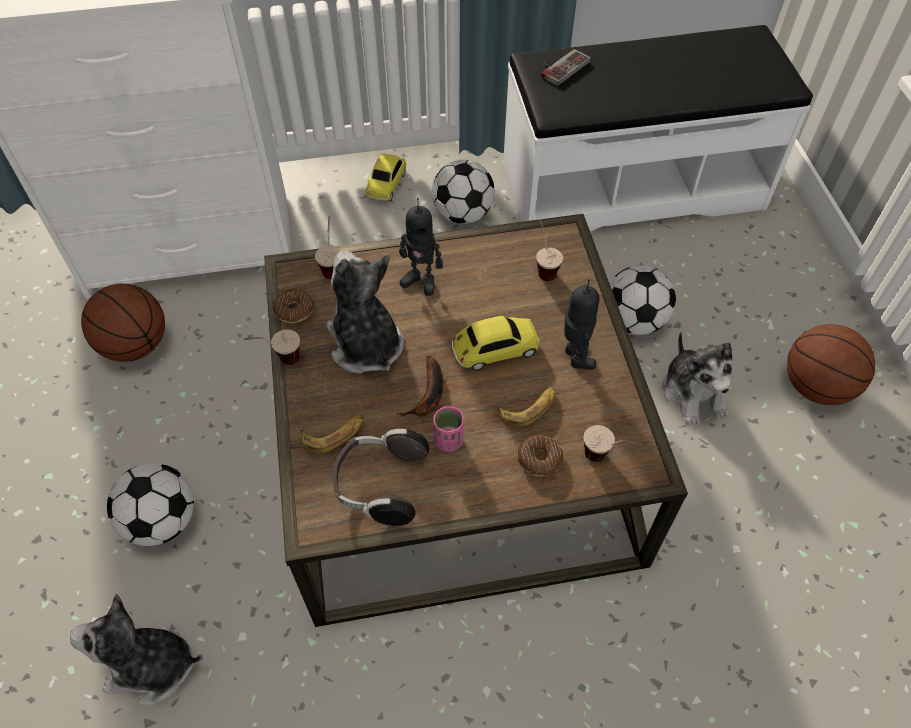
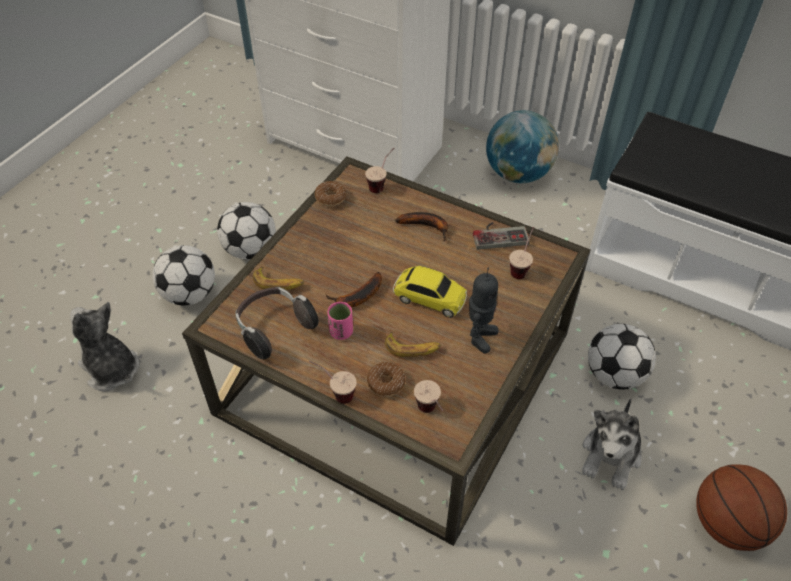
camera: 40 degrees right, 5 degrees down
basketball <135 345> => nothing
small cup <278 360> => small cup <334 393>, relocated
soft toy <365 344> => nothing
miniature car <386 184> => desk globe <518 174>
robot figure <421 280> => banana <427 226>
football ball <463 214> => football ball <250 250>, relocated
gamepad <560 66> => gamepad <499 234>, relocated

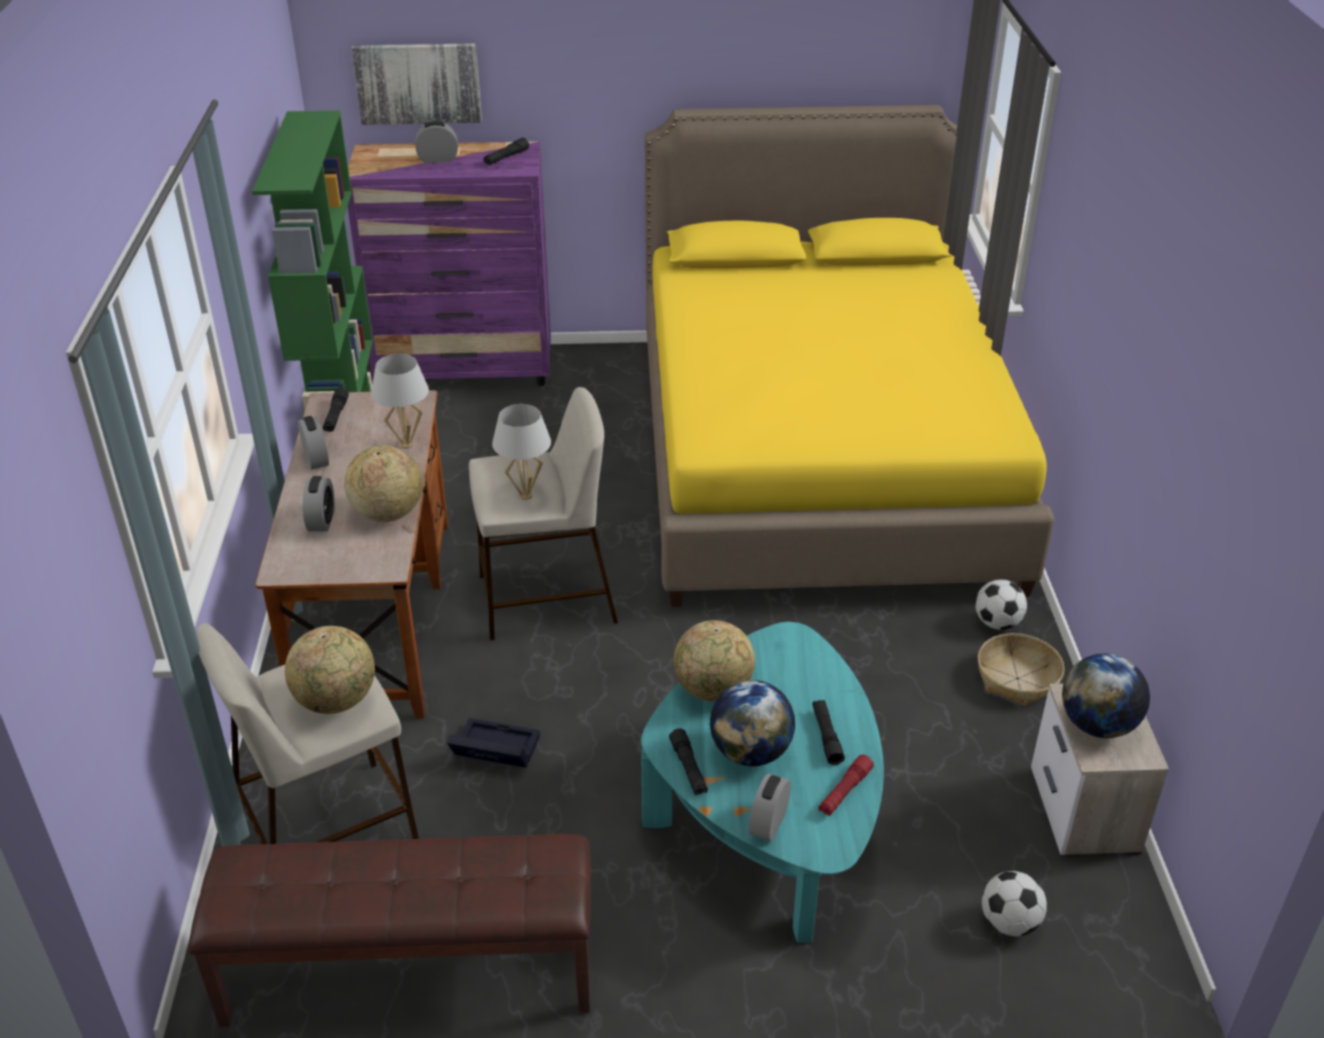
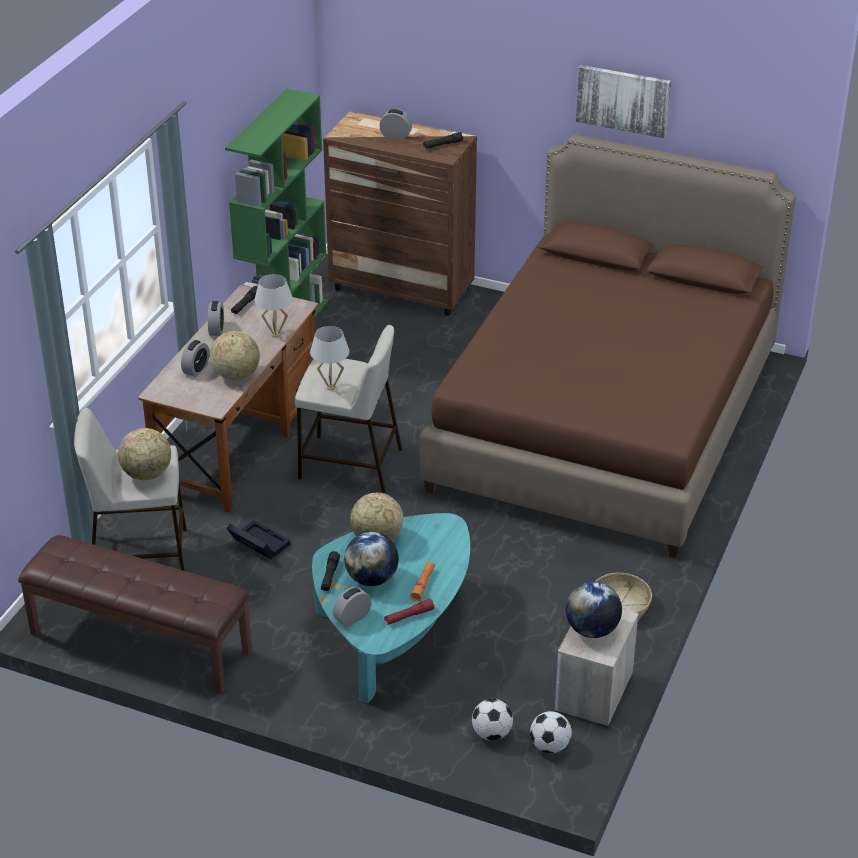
camera: 25 degrees right, 0 degrees up
purplish drawer chest <466 369> => brown drawer chest <402 289>
wall picture <418 83> => wall picture <623 100>, relocated
yellow bedroom bed <817 457> => brown bedroom bed <605 421>
blackish torch <826 736> => orange torch <423 584>
football ball <997 623> => football ball <550 746>, relocated

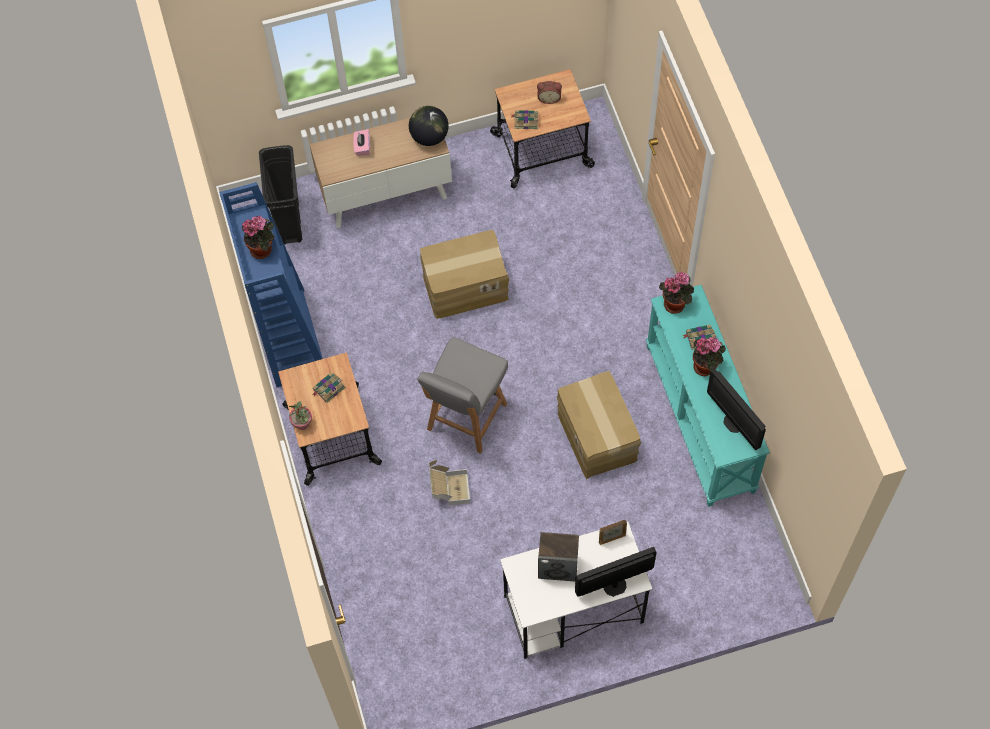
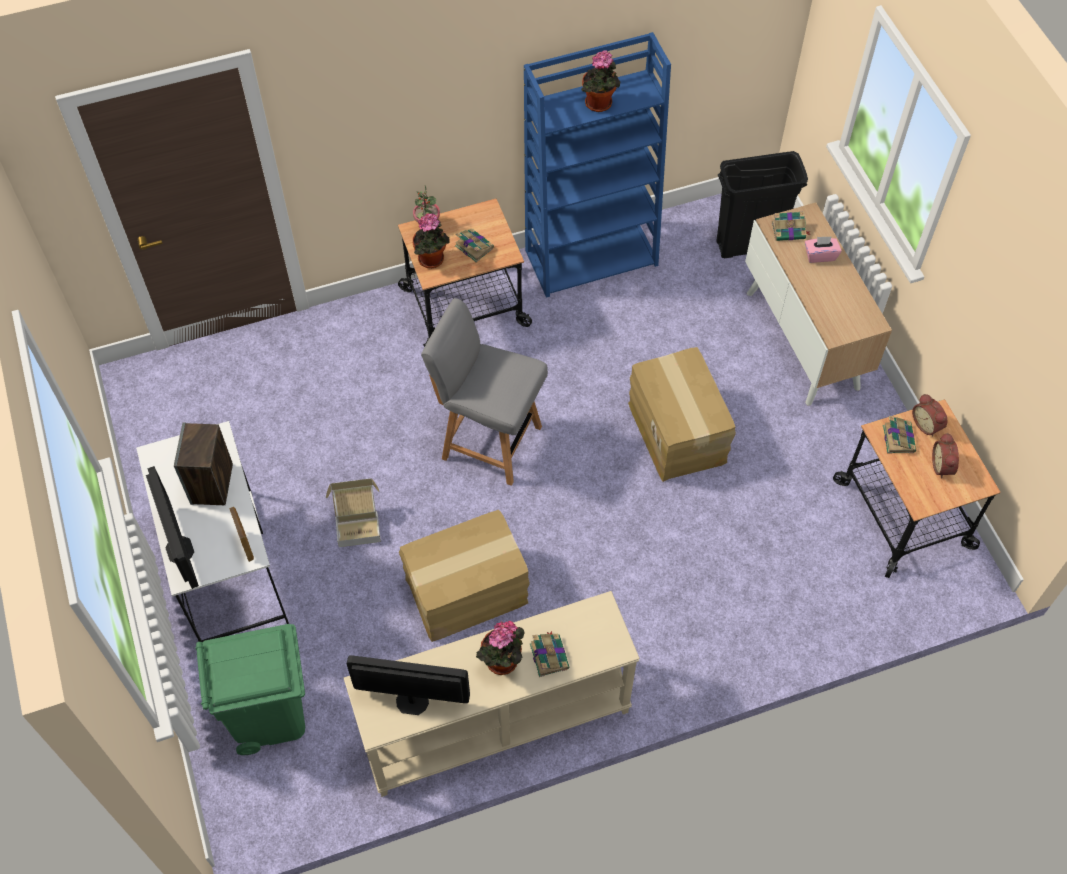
camera: 85 degrees right, 5 degrees down
desk globe <429 137> => nothing
cardboard box <449 490> => cardboard box <357 522>, relocated
turquoise-coloured hall table <701 418> => beige hall table <495 724>
houseplant <676 303> => houseplant <432 260>, relocated
computer screen <734 422> => computer screen <412 701>, 45 degrees clockwise
nothing => greenish rubbish bin <270 714>
nothing => bound book <789 231>
nothing => table clock <927 424>

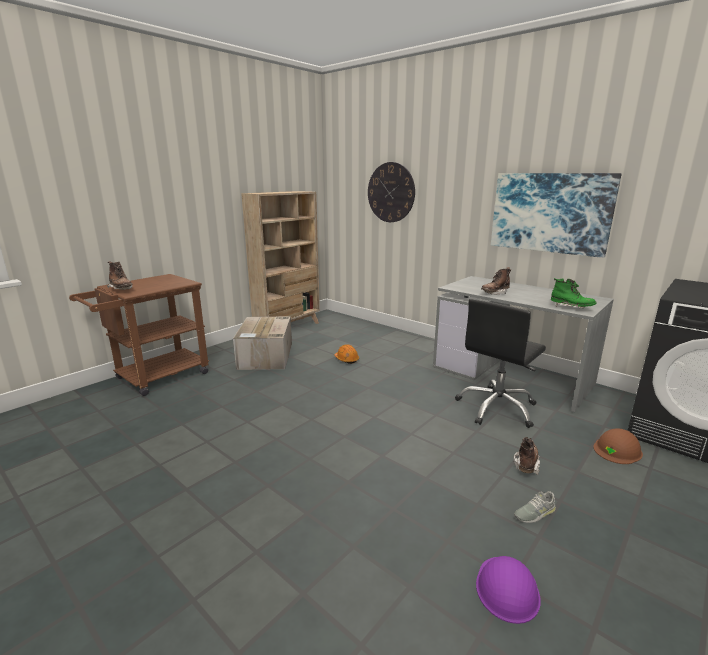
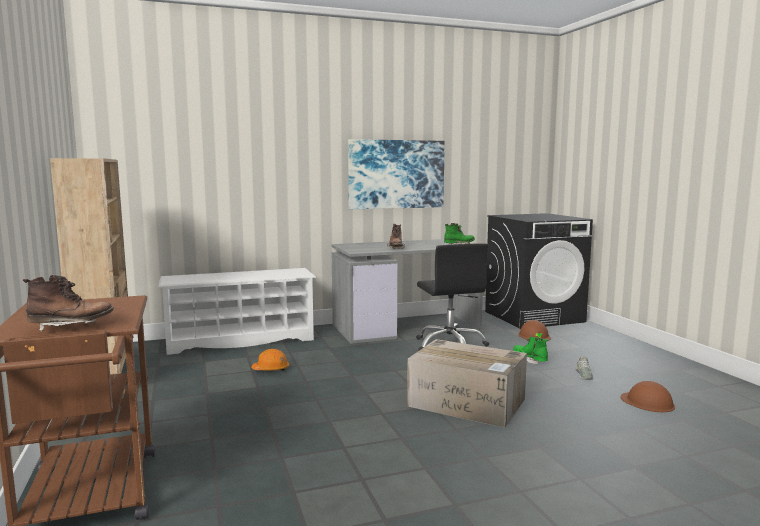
camera: 60 degrees left, 10 degrees down
cardboard box <266 356> => cardboard box <468 403>, relocated
hanging clock <391 192> => nothing
purplish hard hat <507 588> => brown hard hat <647 402>
brown high-top boot <526 463> => greenish high-top boot <530 360>
nothing => white shoe stand <241 340>

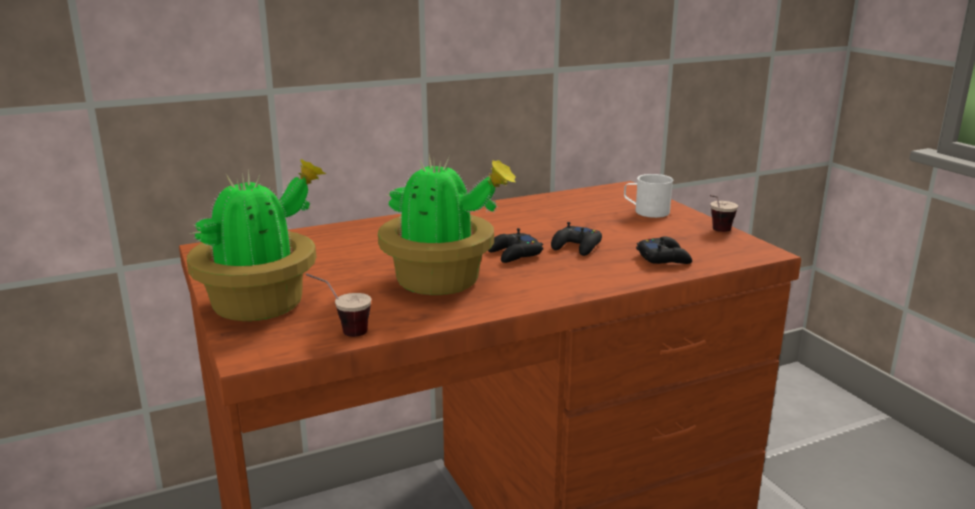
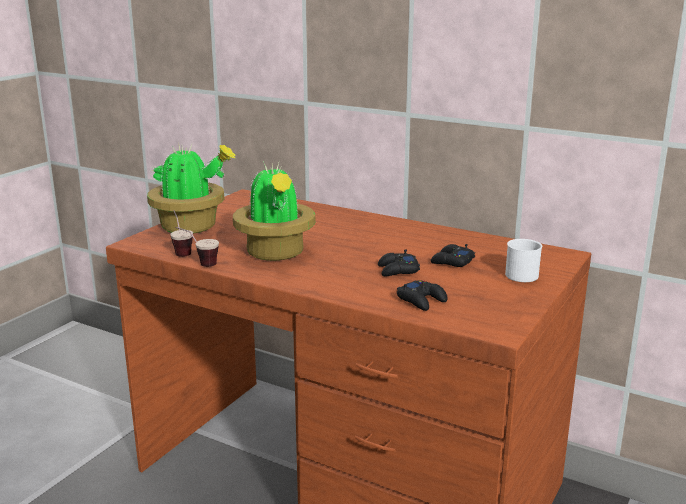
camera: 55 degrees right, 0 degrees up
blackish gamepad <514 254> => blackish gamepad <452 262>, relocated
small cup <716 232> => small cup <199 264>, relocated

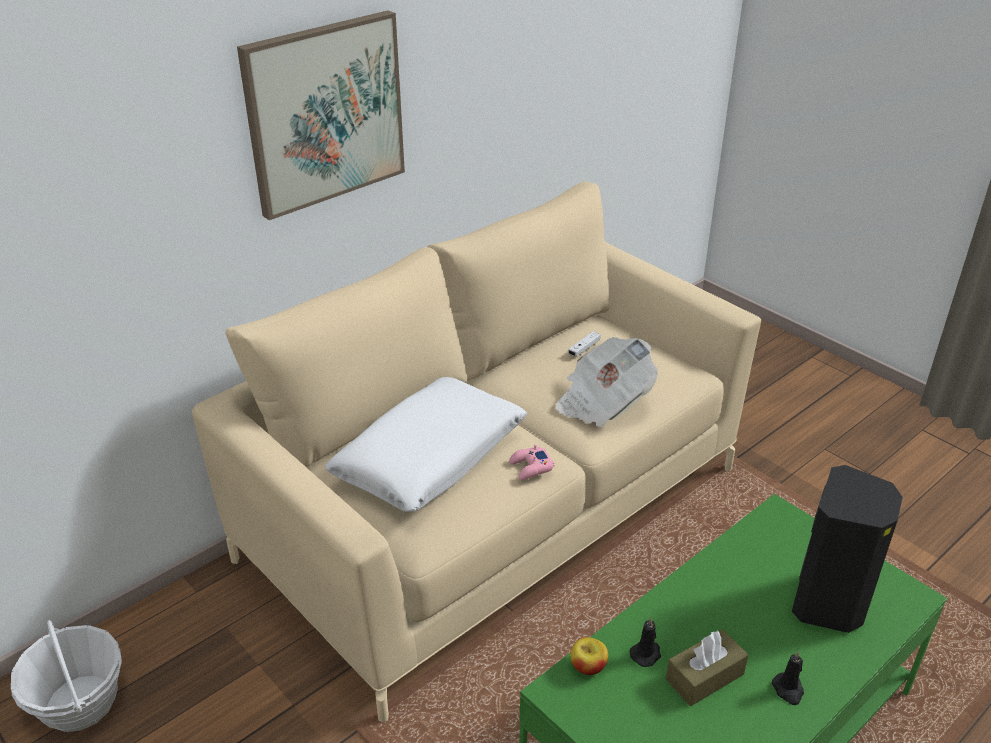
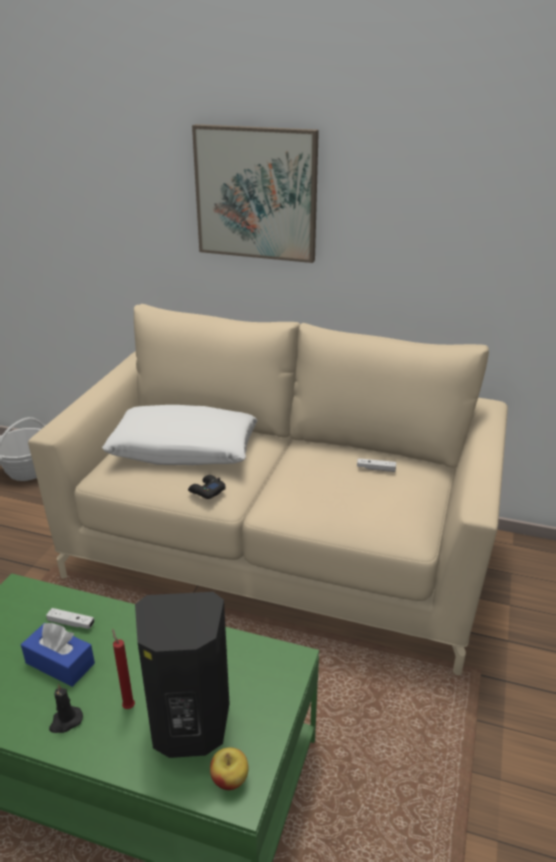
camera: 60 degrees right, 5 degrees down
pink-coloured gamepad <531 467> => blackish gamepad <206 491>
daily paper <603 402> => nothing
apple <588 667> => apple <229 779>, relocated
blackish wax light <646 654> => white gamepad <71 623>
brown tissue holder <704 677> => bluish tissue holder <60 663>
nothing => red wax light <128 705>

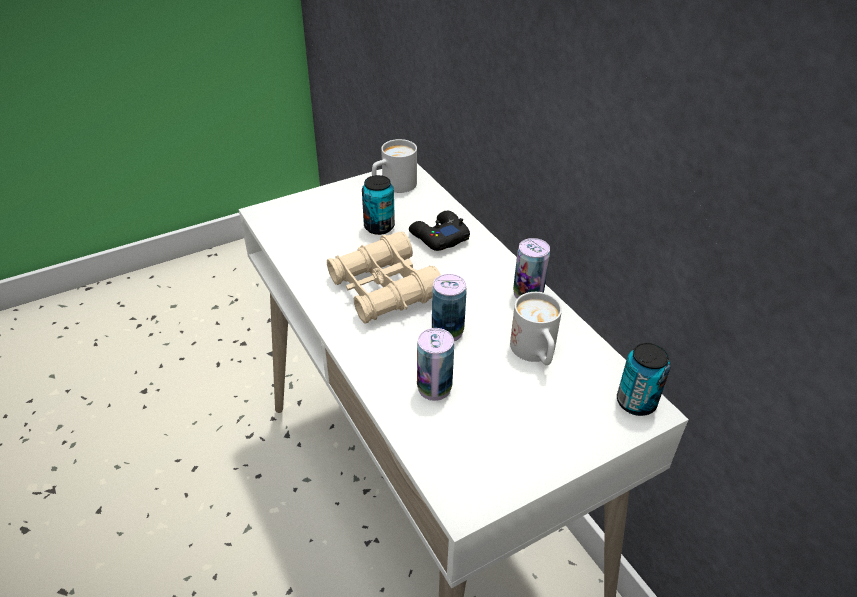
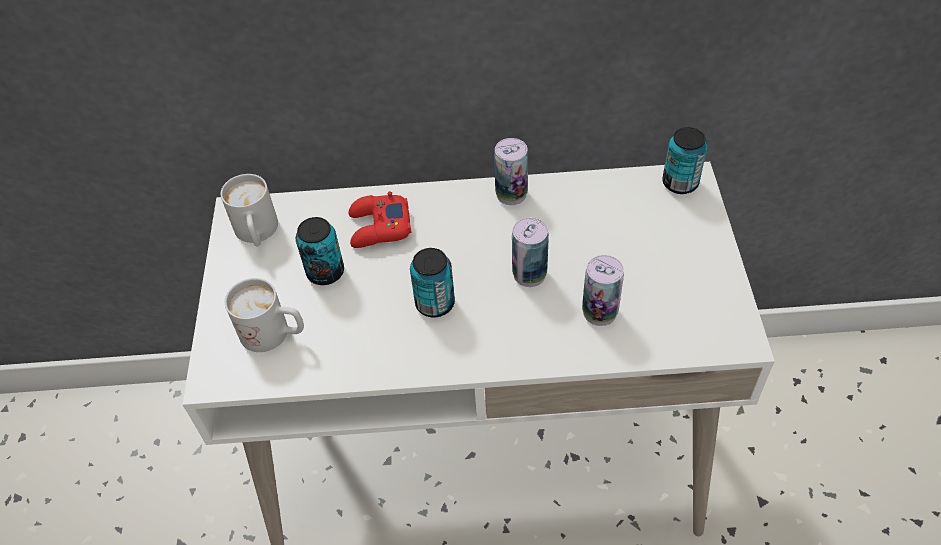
camera: 60 degrees left, 10 degrees up
beige binoculars <383 288> => metal can <435 303>
blackish gamepad <438 236> => red gamepad <379 227>
white coffee mug <535 353> => white coffee mug <274 334>, relocated

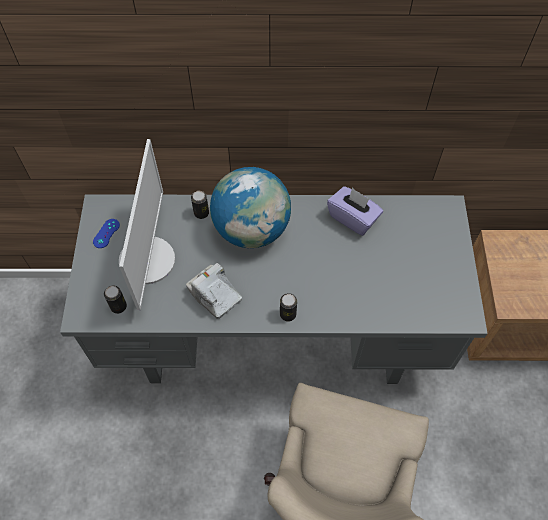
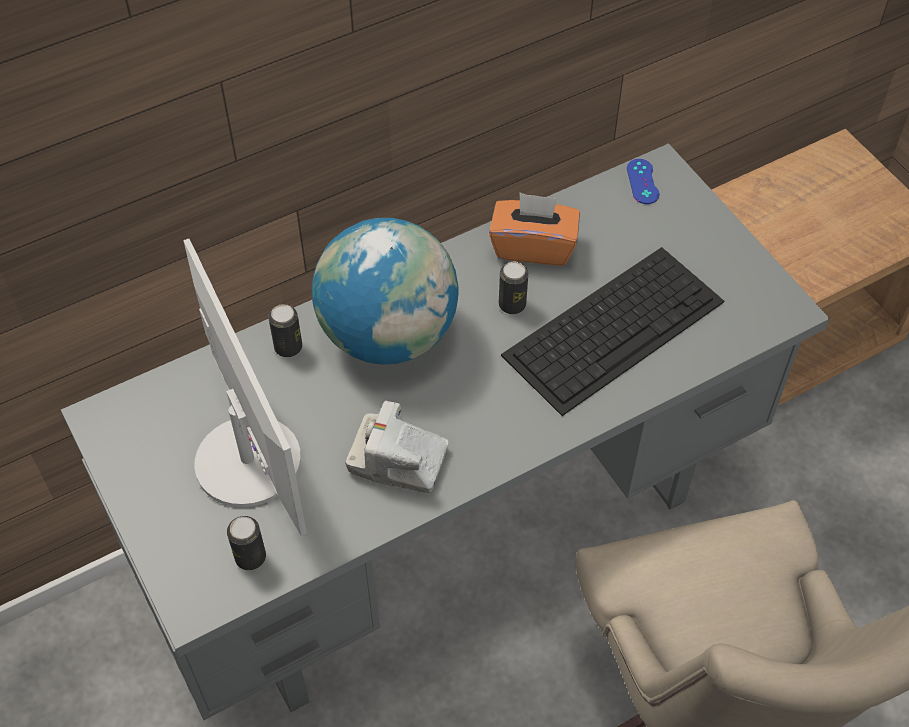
camera: 30 degrees left, 5 degrees down
bluish gamepad <106 233> => bluish gamepad <642 181>, relocated
metal can <288 314> => metal can <512 304>, relocated
purplish tissue holder <353 218> => orange tissue holder <533 246>
nothing => computer keyboard <615 326>

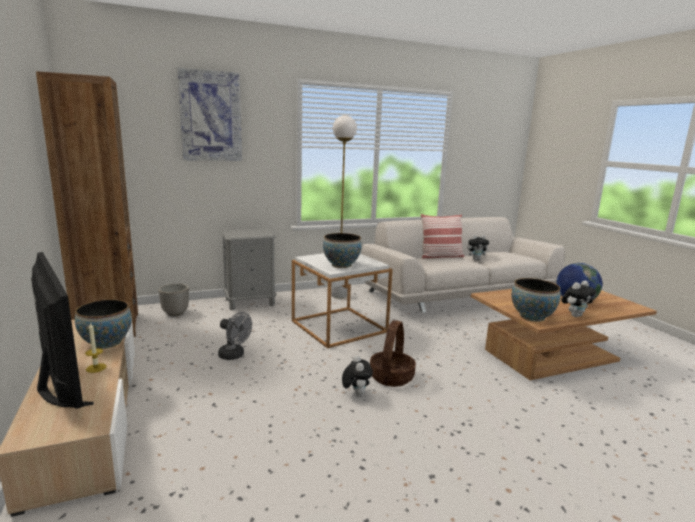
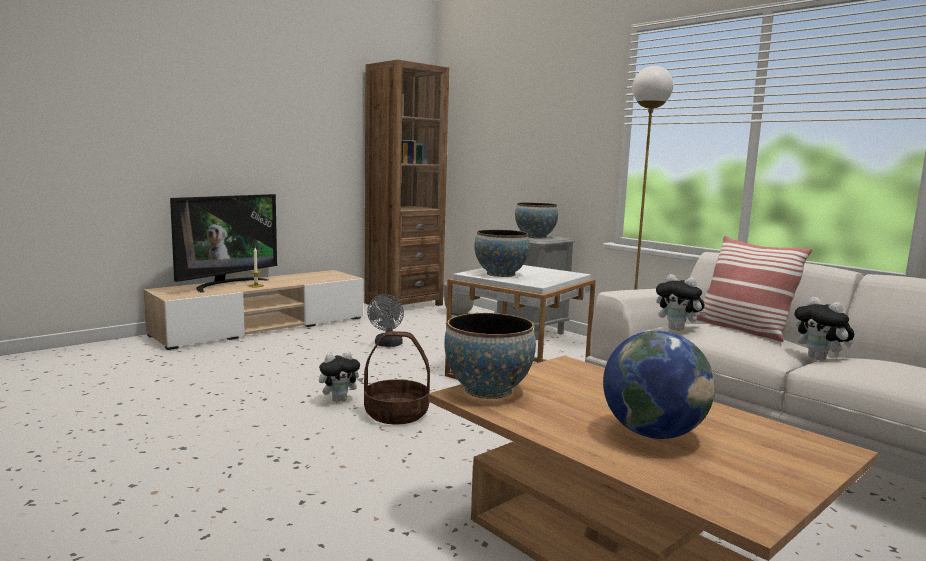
camera: 70 degrees right, 5 degrees down
deep dish <107 343> => deep dish <535 237>, relocated
wall picture <211 116> => nothing
soft toy <575 315> => soft toy <678 329>, relocated

